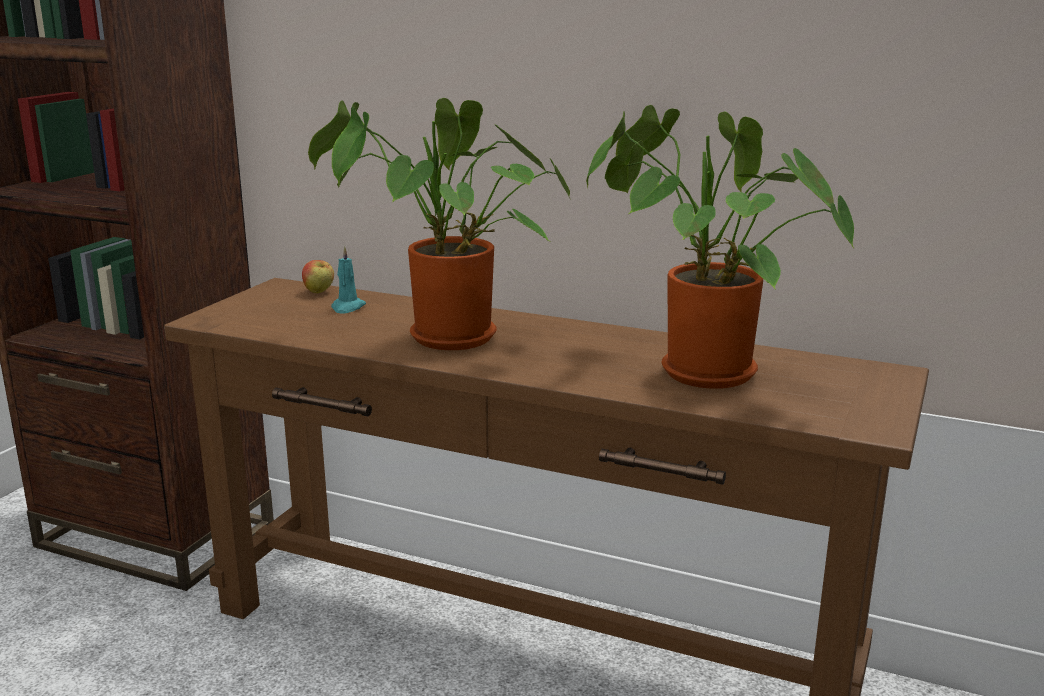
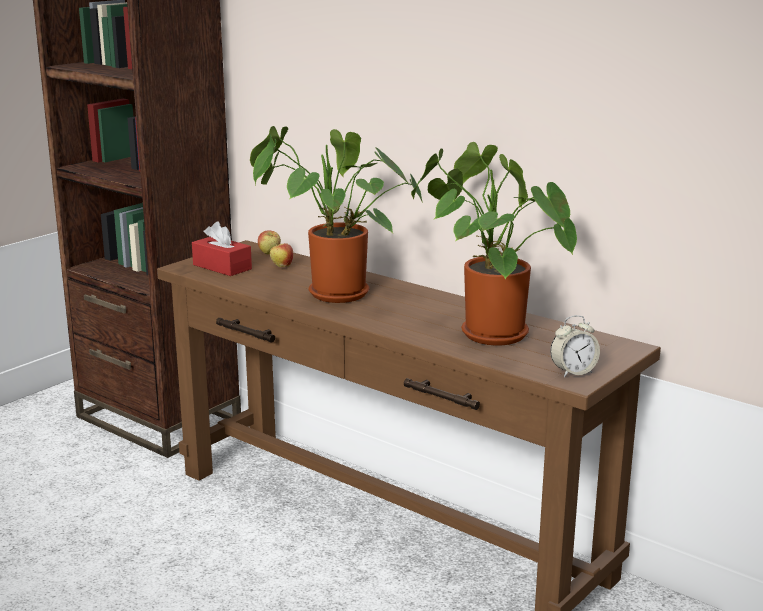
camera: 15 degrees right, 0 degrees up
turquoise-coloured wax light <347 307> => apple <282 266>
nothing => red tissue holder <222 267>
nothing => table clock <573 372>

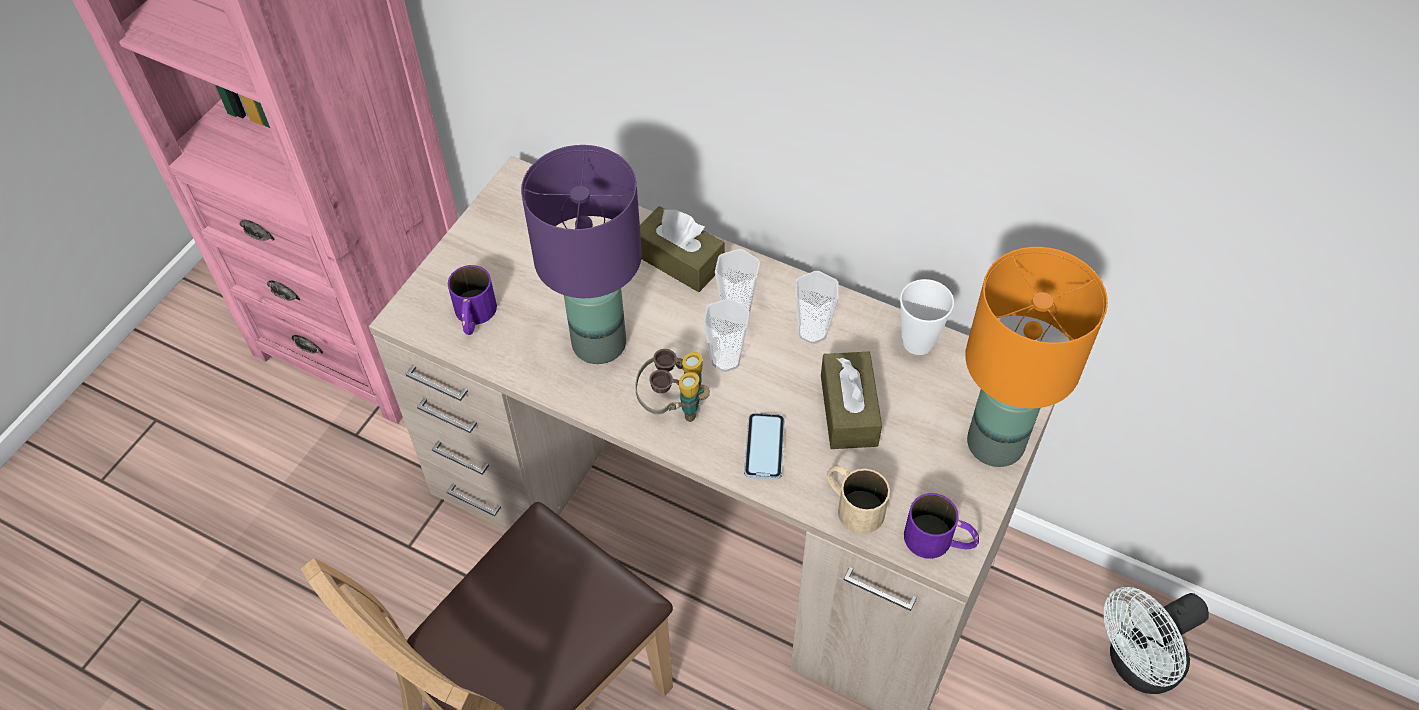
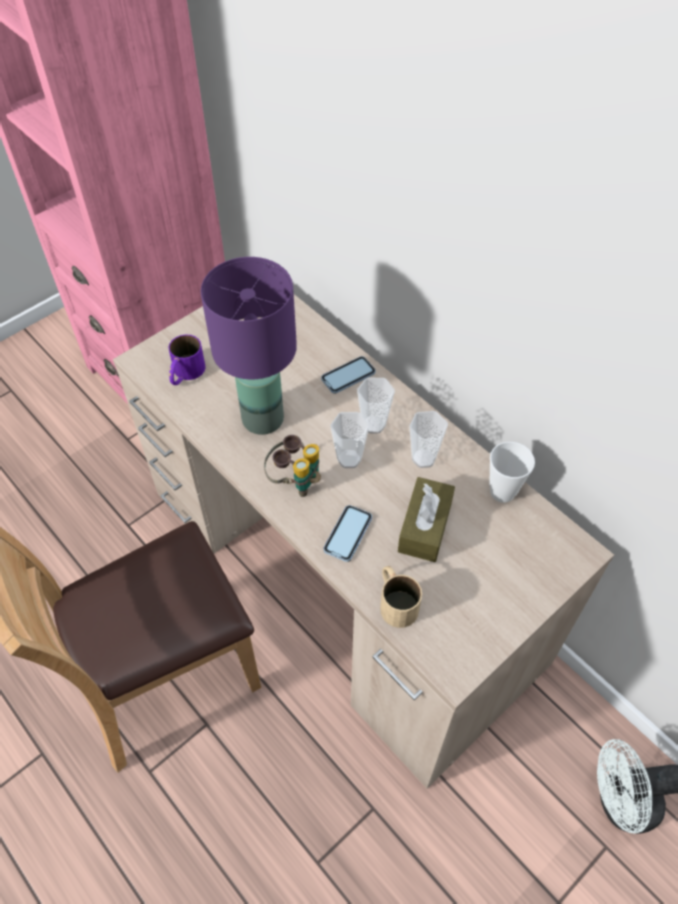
camera: 20 degrees right, 0 degrees up
brown tissue holder <679 260> => phone <348 376>
purplish coffee mug <939 541> => nothing
orange table lamp <996 442> => nothing

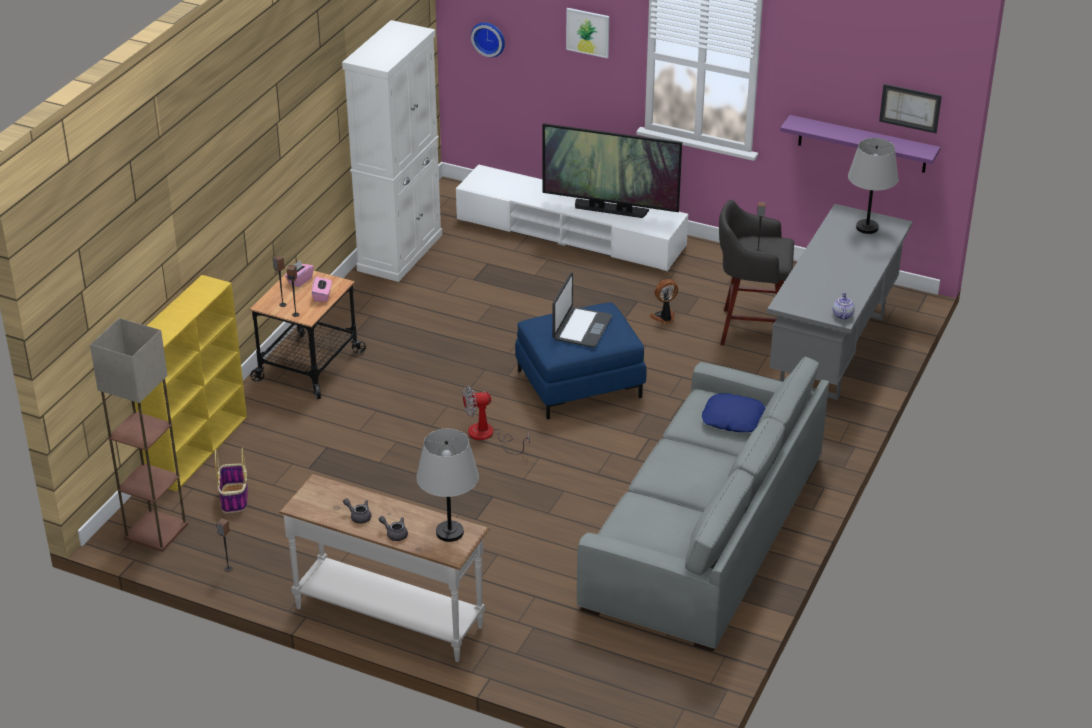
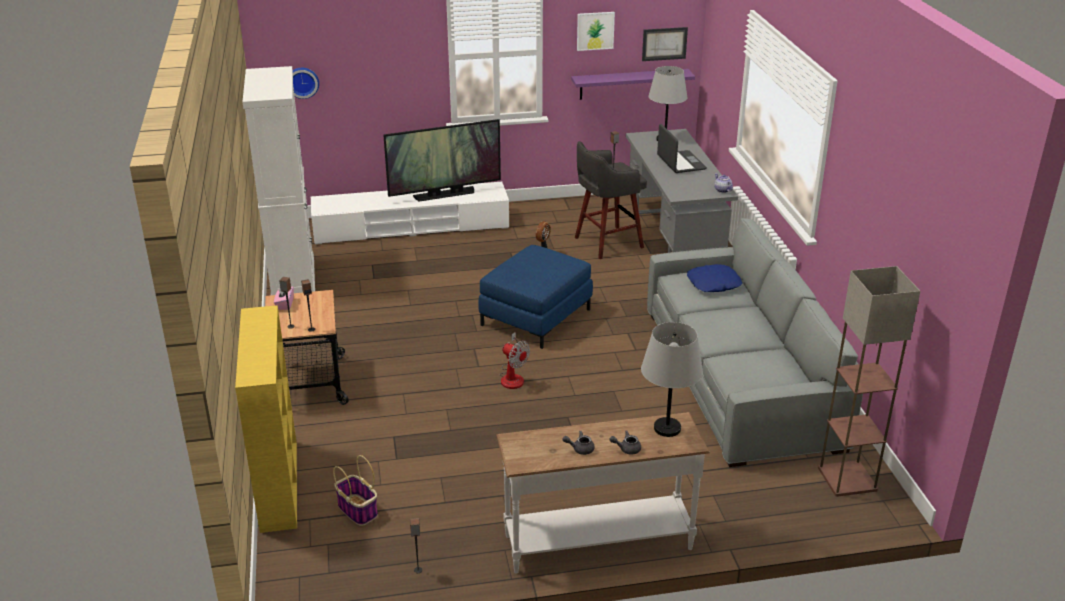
camera: 35 degrees left, 5 degrees down
floor lamp <156 532> => floor lamp <848 479>, relocated
pink-coloured tissue holder <322 296> => nothing
cooling fan <488 436> => cooling fan <513 376>, 90 degrees counterclockwise
laptop <581 328> => laptop <680 163>, relocated
wall picture <588 32> => wall picture <595 31>, relocated

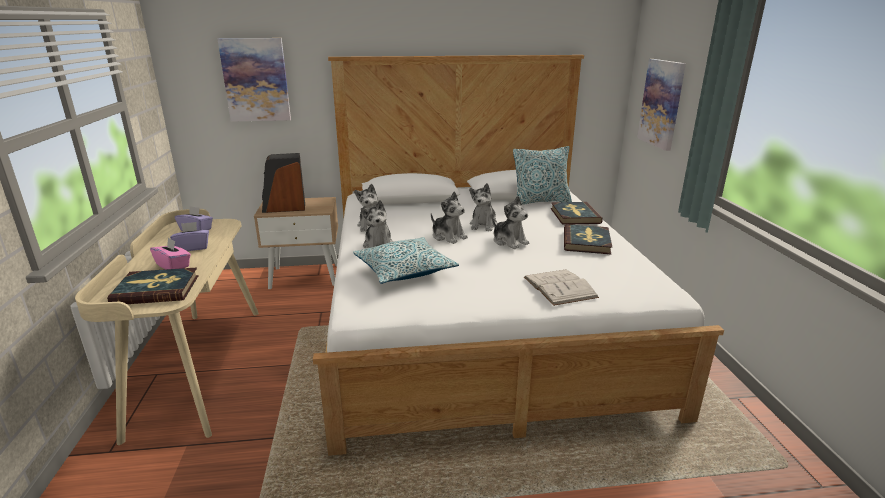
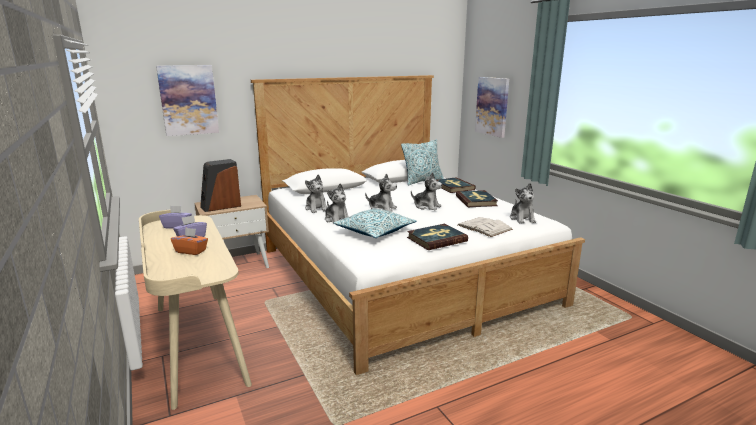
camera: 20 degrees left, 5 degrees down
bound book <156 290> => bound book <436 239>, relocated
pink-coloured tissue holder <173 266> => orange tissue holder <191 251>
soft toy <483 225> => soft toy <522 219>, relocated

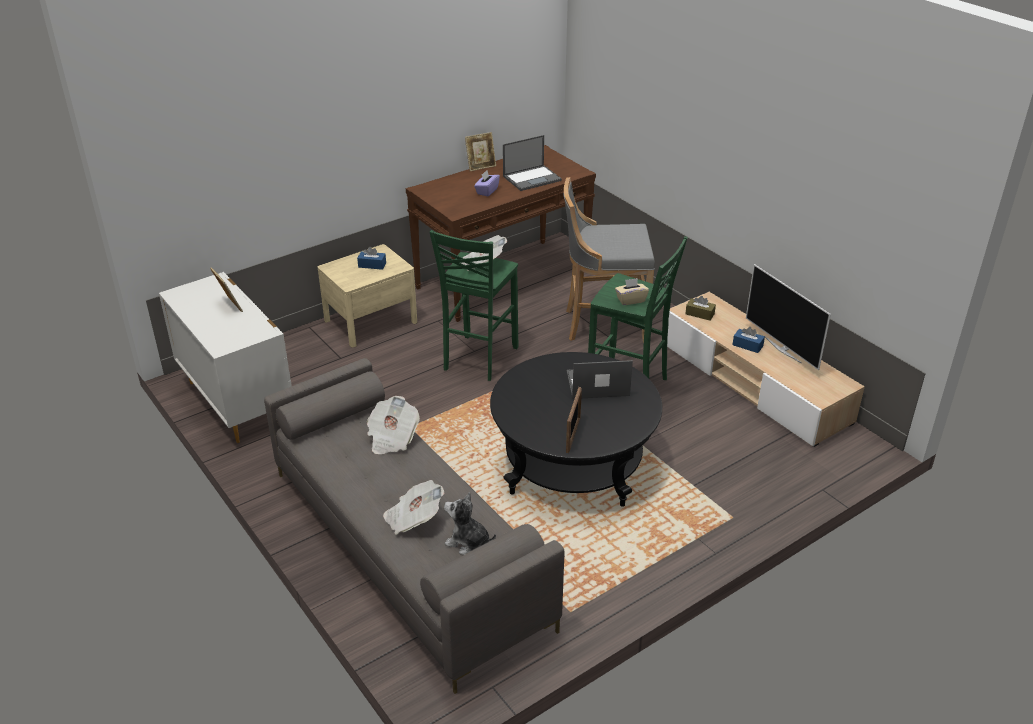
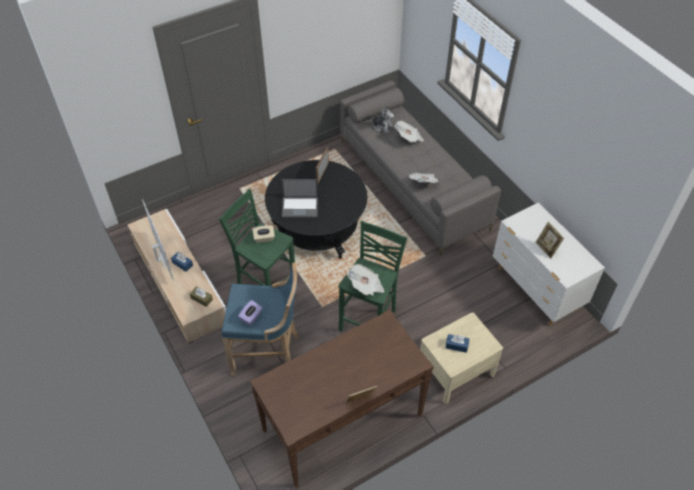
camera: 175 degrees left, 15 degrees up
purplish tissue holder <487 191> => purplish tissue holder <251 317>, relocated
laptop <532 178> => nothing
greyish sitting stool <603 325> => bluish sitting stool <268 352>

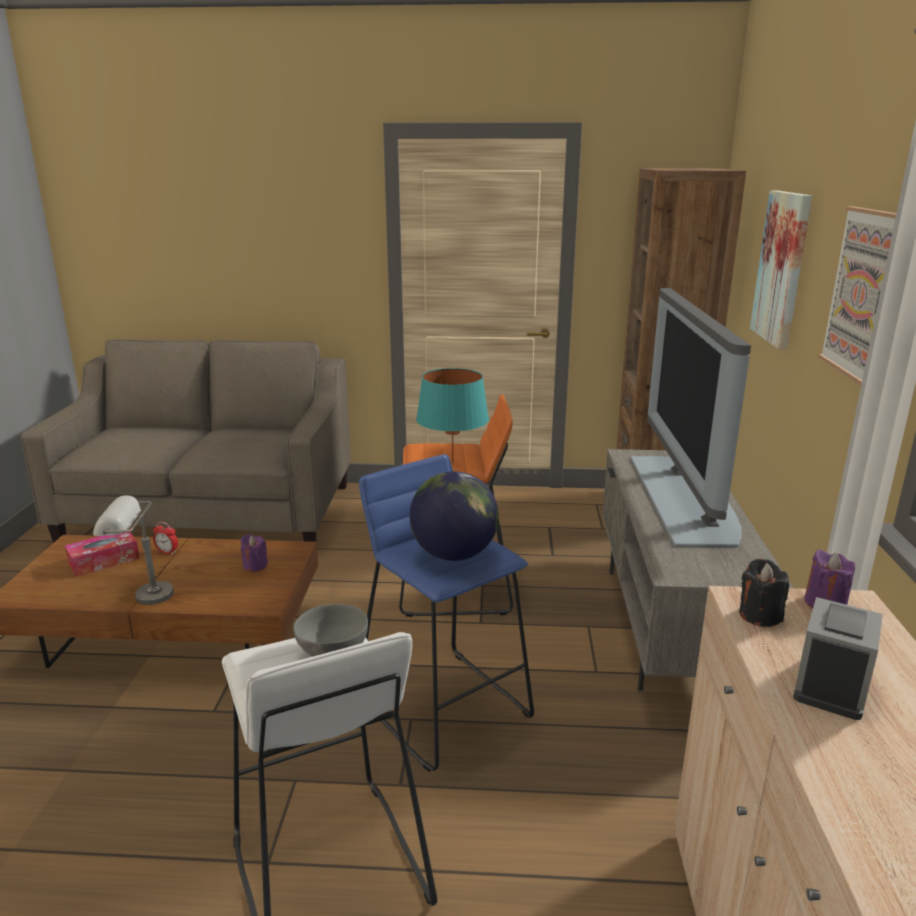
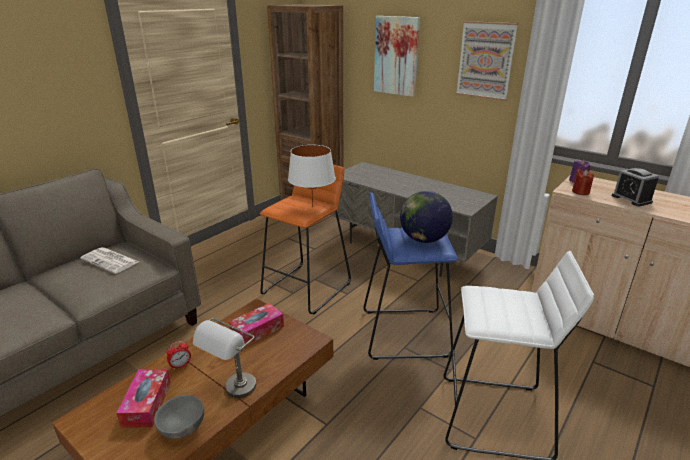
camera: 55 degrees left, 5 degrees up
purplish wax light <255 566> => tissue holder <257 330>
greyish deep dish <331 652> => greyish deep dish <182 429>, relocated
turquoise-coloured table lamp <452 463> => white table lamp <312 207>
TV set <684 497> => nothing
blackish wax light <759 615> => red wax light <580 192>
nothing => daily paper <111 260>

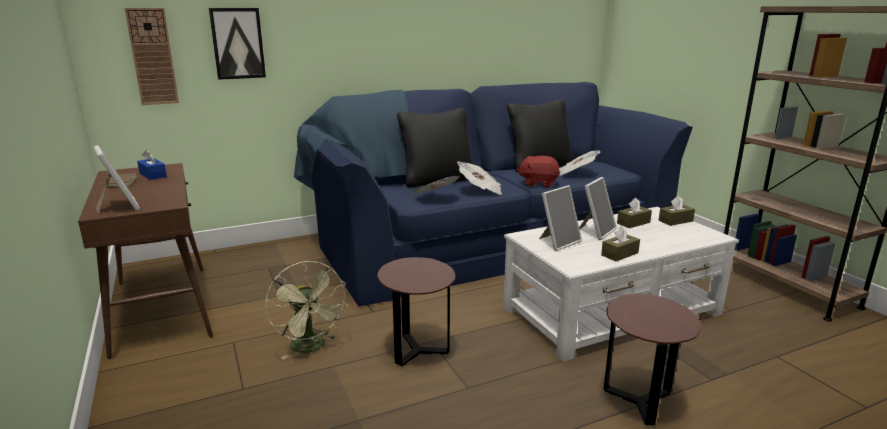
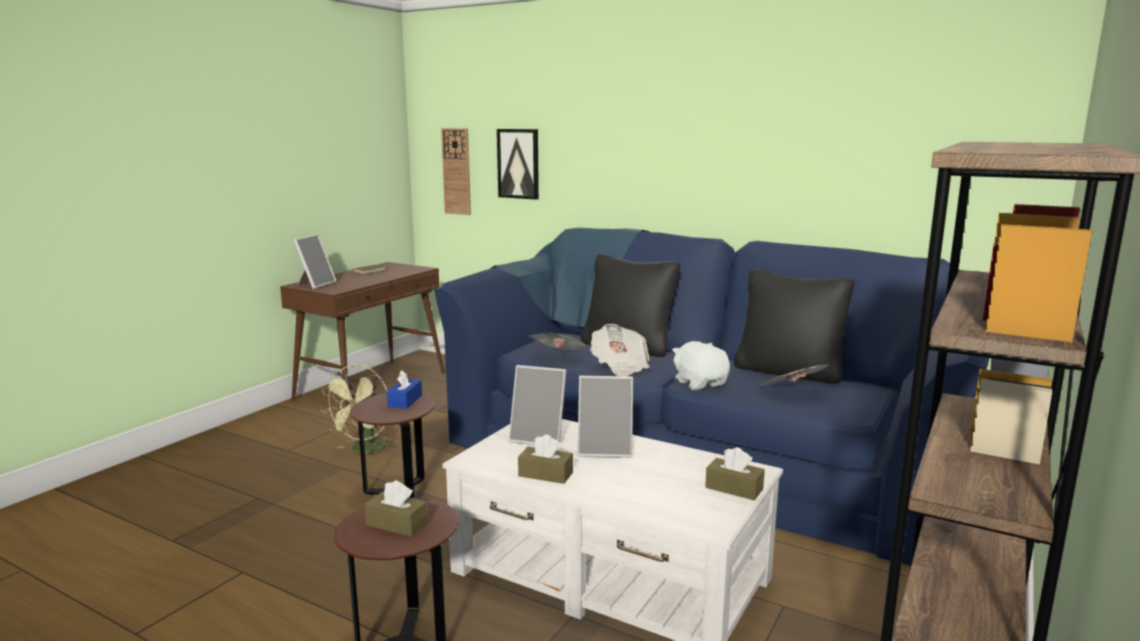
camera: 55 degrees right, 5 degrees down
bluish tissue holder <153 175> => bluish tissue holder <405 401>, relocated
red soft toy <538 183> => white soft toy <700 383>
brown tissue holder <633 223> => brown tissue holder <397 524>, relocated

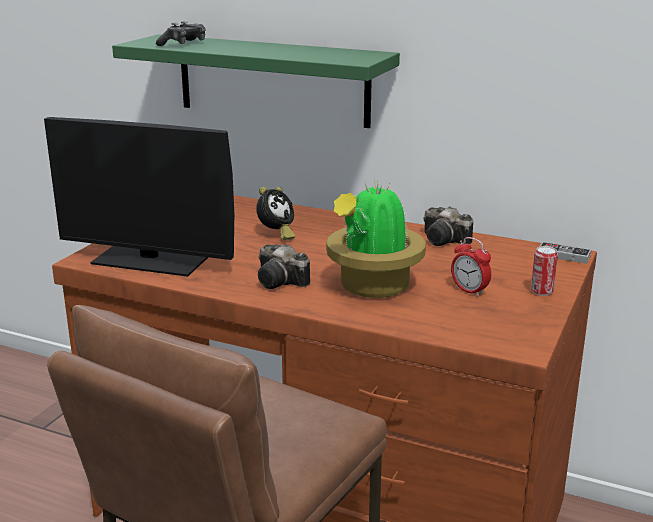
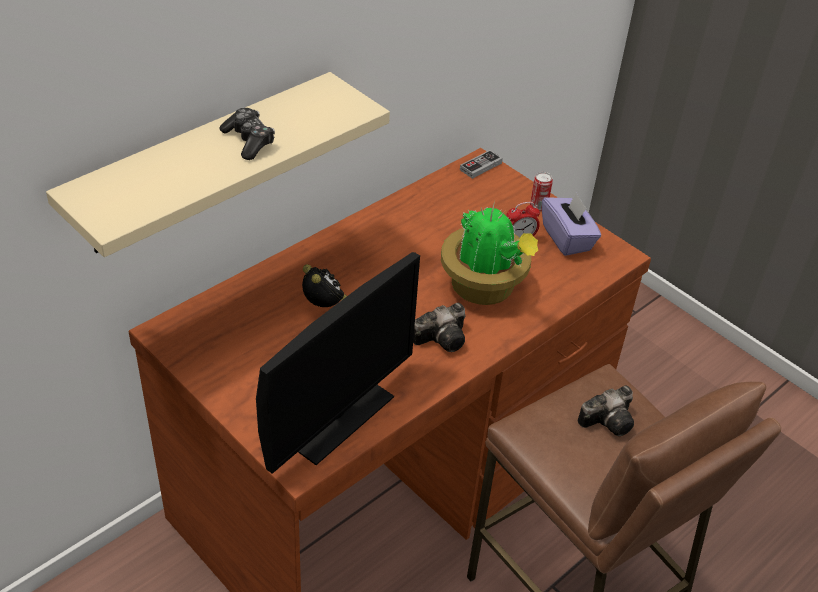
camera: 70 degrees left, 20 degrees up
greenish shelf <272 80> => beige shelf <203 163>
gamepad <183 44> => gamepad <249 141>, relocated
still camera <446 241> => still camera <609 420>, relocated
nothing => purplish tissue holder <567 238>

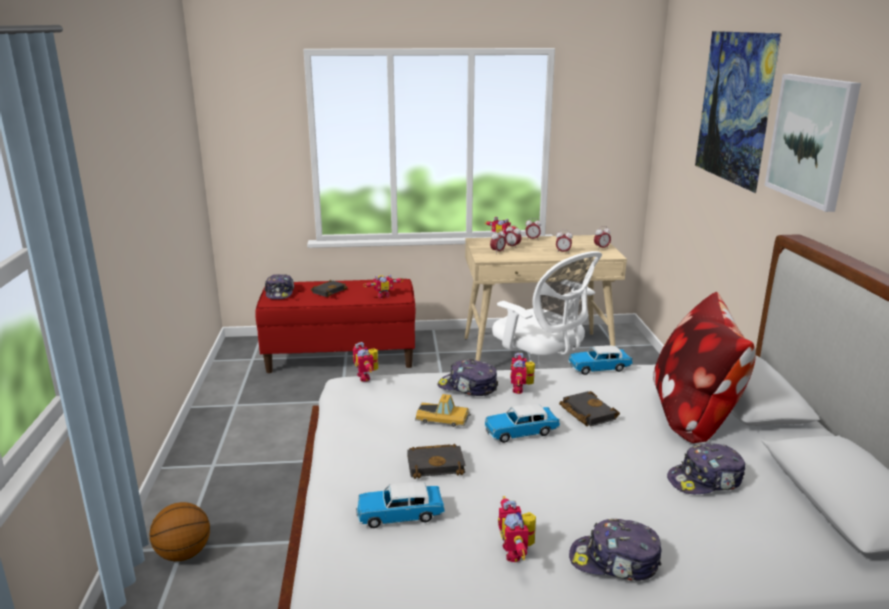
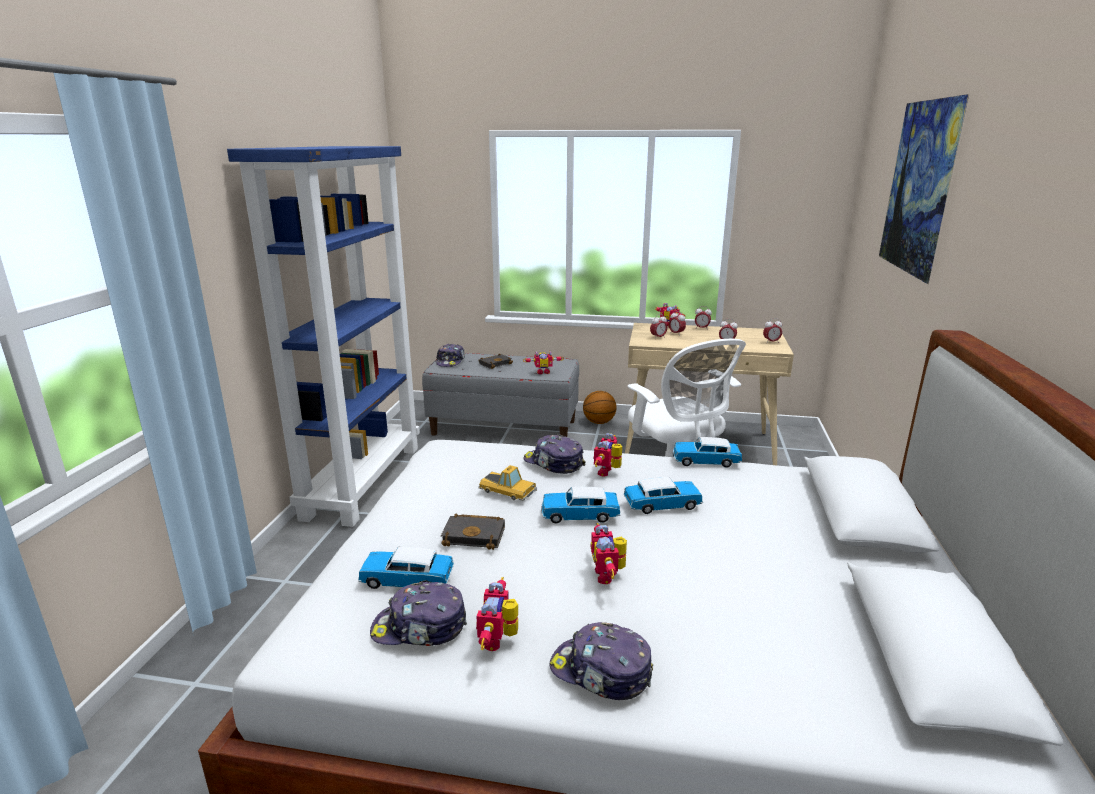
camera: 15 degrees right, 0 degrees up
basketball <184 554> => basketball <599 422>, relocated
red bench <341 356> => greyish bench <504 427>
robot figure <367 376> => robot figure <608 575>, relocated
blackish bound book <586 412> => miniature car <663 505>
cushion <694 415> => nothing
cap <705 480> => cap <419 628>, relocated
wall picture <812 139> => nothing
nothing => bluish bookshelf <363 480>

